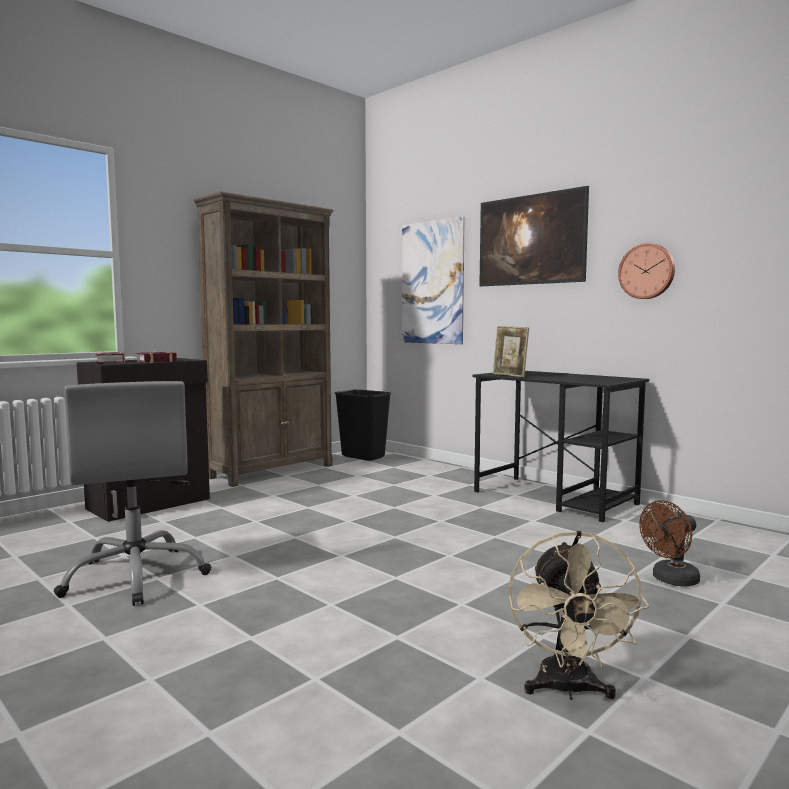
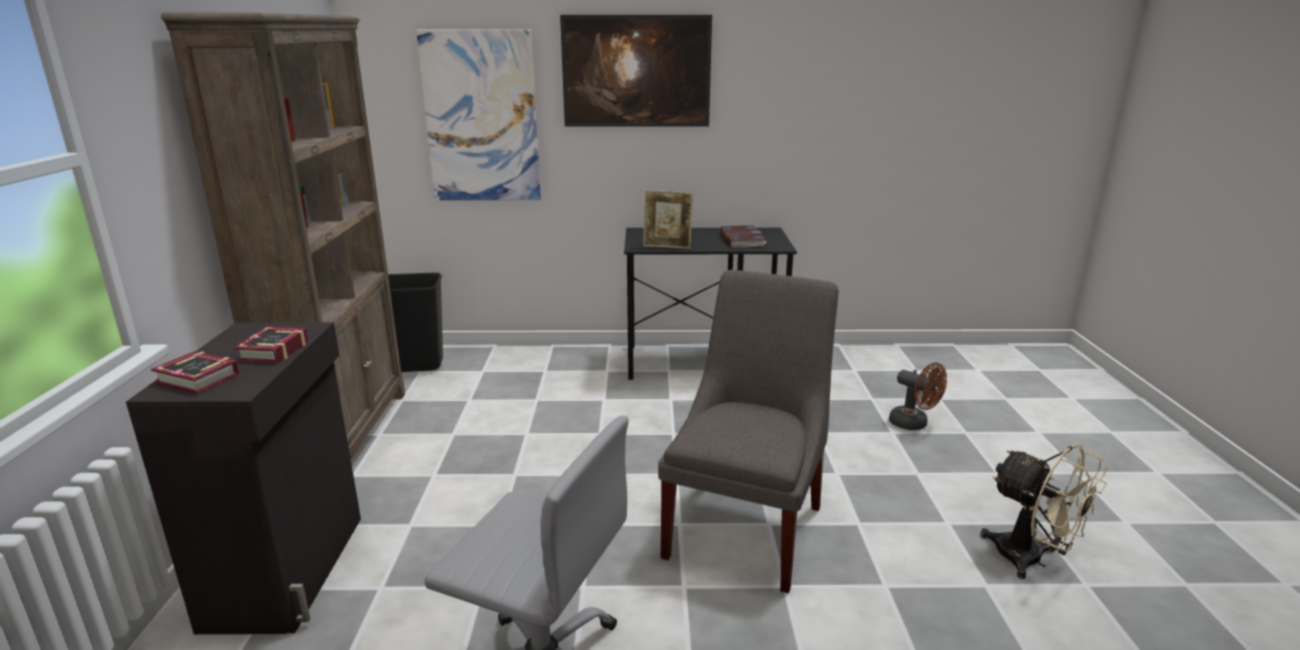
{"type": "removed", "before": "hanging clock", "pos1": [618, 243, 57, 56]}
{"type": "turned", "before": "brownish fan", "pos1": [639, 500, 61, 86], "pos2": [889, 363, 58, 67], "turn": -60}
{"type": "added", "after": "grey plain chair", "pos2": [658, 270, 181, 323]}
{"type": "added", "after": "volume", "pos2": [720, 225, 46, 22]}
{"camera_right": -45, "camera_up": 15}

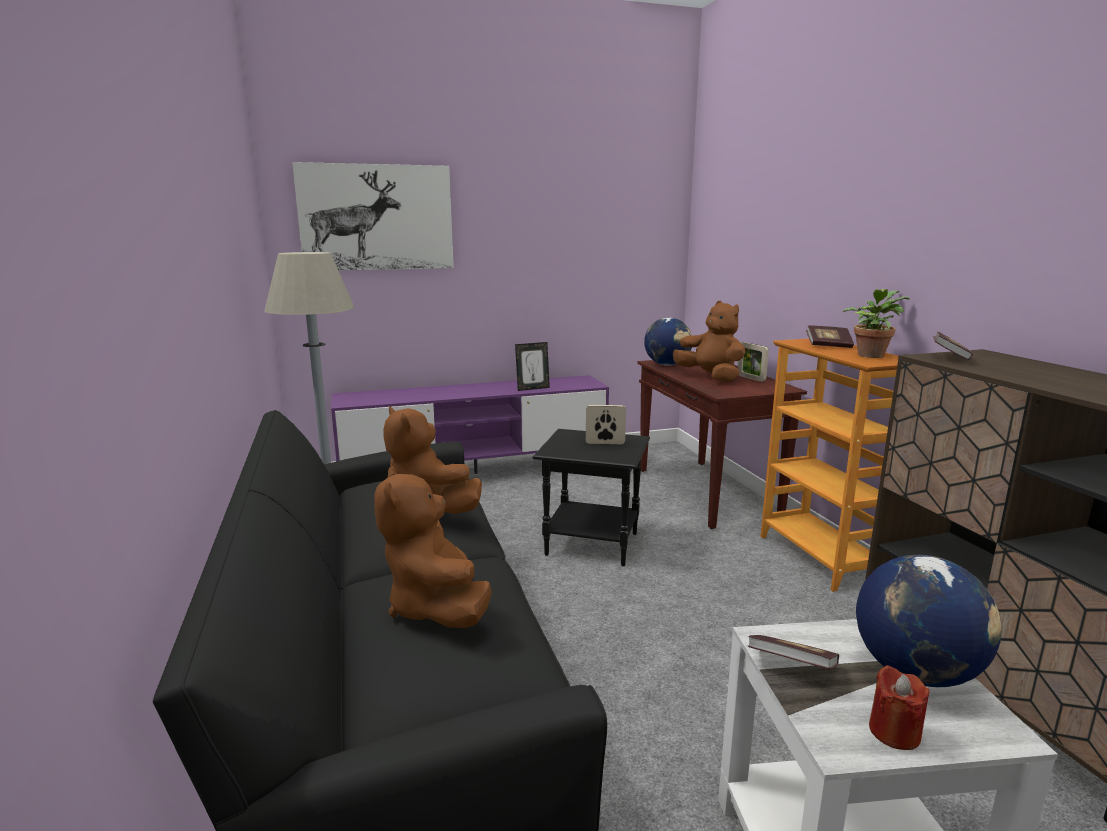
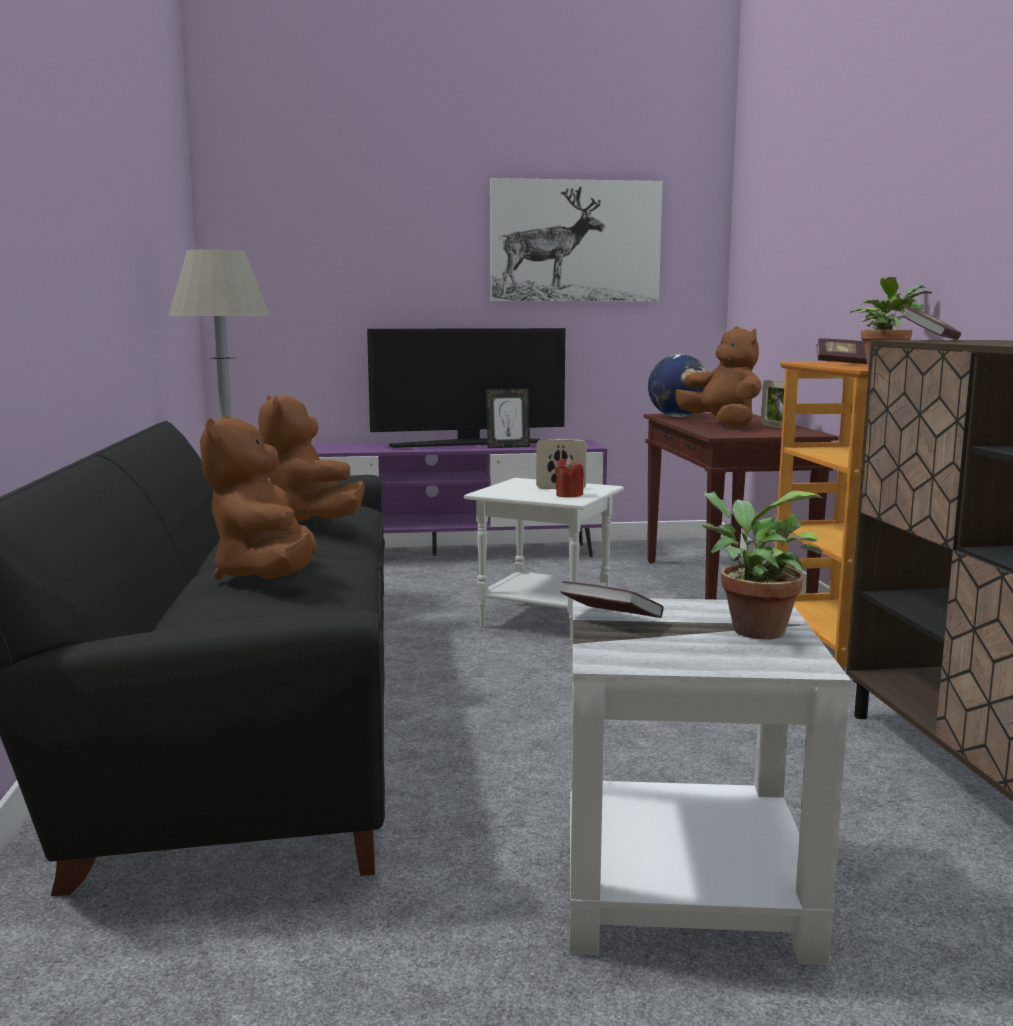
{"type": "moved", "before": "picture", "pos1": [292, 162, 162, 109], "pos2": [490, 178, 173, 124]}
{"type": "recoloured", "before": "black accent table", "after": "white-coloured accent table", "pos1": [533, 429, 117, 137], "pos2": [464, 478, 160, 163]}
{"type": "replaced", "before": "desk globe", "after": "houseplant", "pos1": [856, 555, 145, 132], "pos2": [702, 490, 122, 149]}
{"type": "moved", "before": "red wax light", "pos1": [869, 665, 61, 85], "pos2": [555, 457, 29, 41]}
{"type": "added", "after": "television", "pos2": [367, 328, 198, 120]}
{"camera_right": 10, "camera_up": -5}

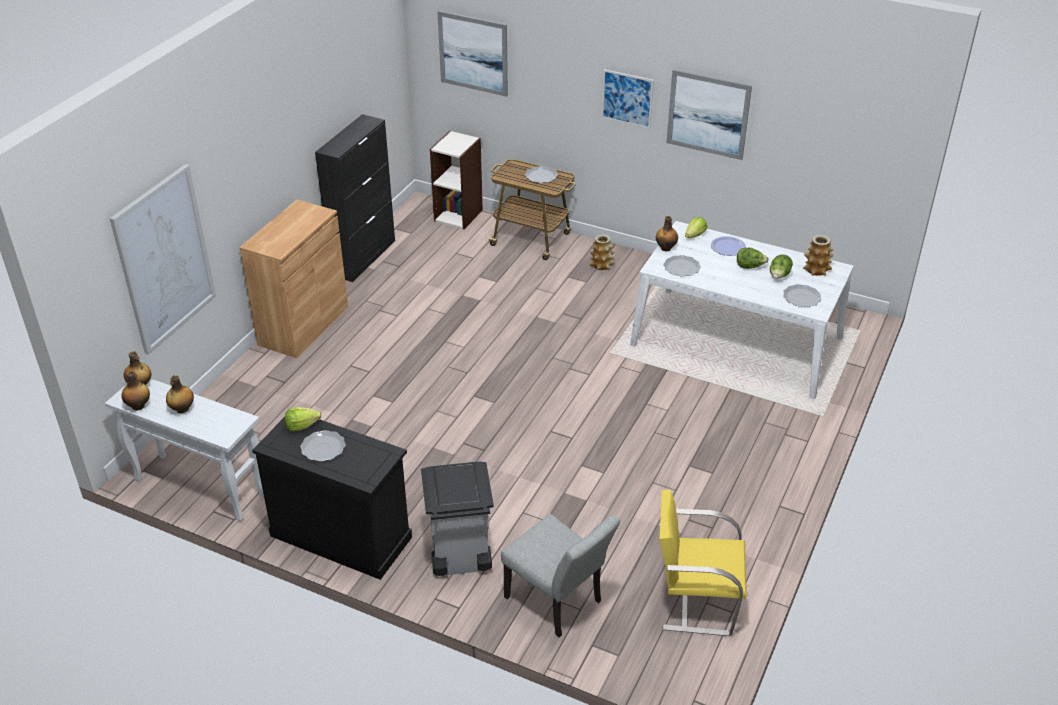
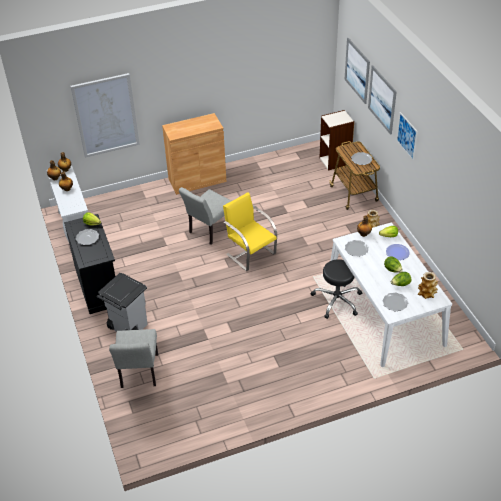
{"type": "removed", "before": "black cupboard", "pos1": [315, 114, 80, 168]}
{"type": "moved", "before": "yellow-coloured plain chair", "pos1": [659, 490, 88, 146], "pos2": [223, 192, 54, 79]}
{"type": "moved", "before": "picture", "pos1": [667, 69, 85, 91], "pos2": [368, 65, 29, 70]}
{"type": "added", "after": "grey plain chair", "pos2": [179, 187, 52, 58]}
{"type": "added", "after": "black stool seat", "pos2": [311, 259, 51, 60]}
{"camera_right": 45, "camera_up": 5}

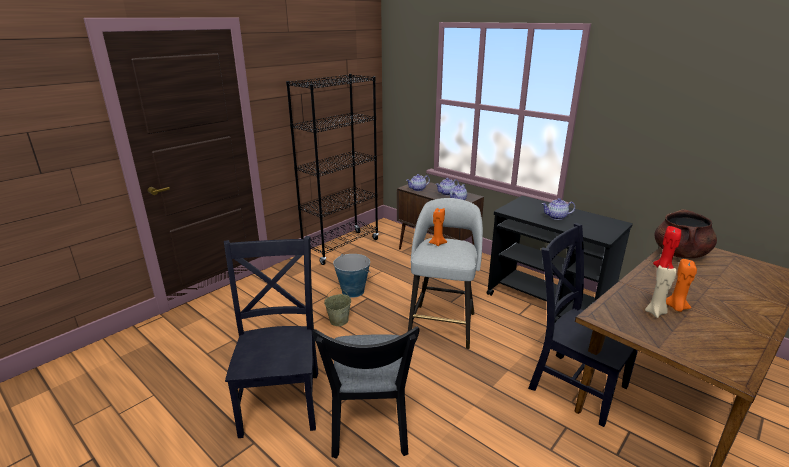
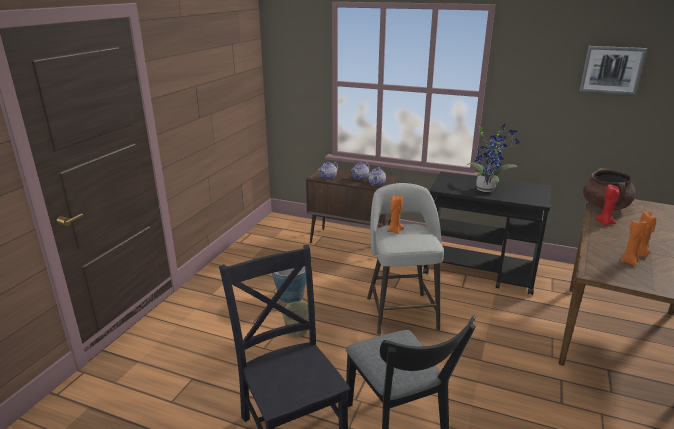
{"type": "removed", "before": "black bookcase", "pos1": [286, 74, 93, 191]}
{"type": "removed", "before": "black plain chair", "pos1": [528, 223, 110, 204]}
{"type": "replaced", "before": "teapot", "after": "houseplant", "pos1": [542, 198, 33, 22], "pos2": [467, 124, 53, 68]}
{"type": "recoloured", "before": "sand-coloured wax light", "after": "orangey wax light", "pos1": [645, 265, 31, 53], "pos2": [621, 219, 26, 47]}
{"type": "added", "after": "picture", "pos2": [579, 46, 68, 49]}
{"camera_right": -20, "camera_up": 0}

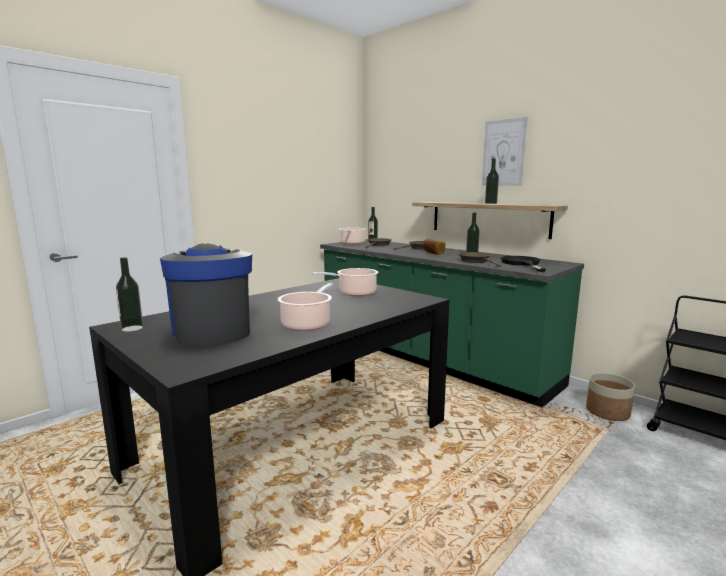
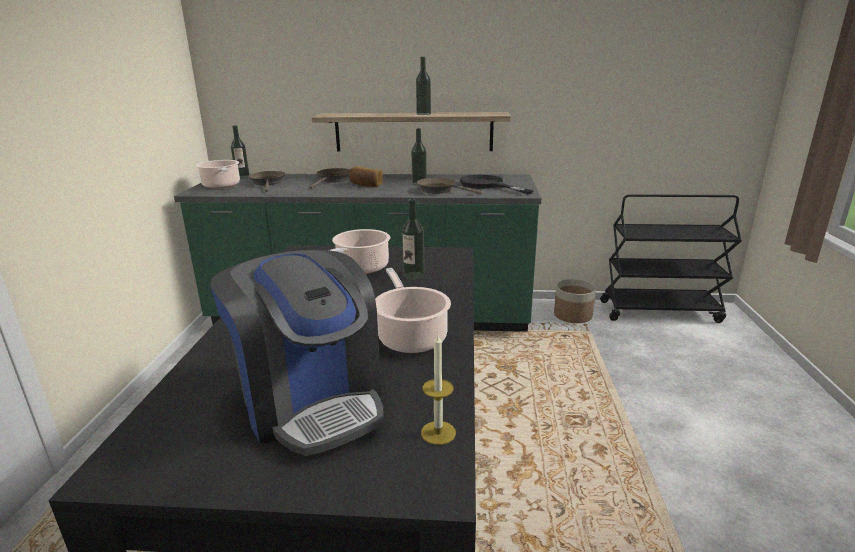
{"type": "moved", "before": "bottle", "pos1": [116, 257, 27, 75], "pos2": [402, 199, 23, 81]}
{"type": "turned", "before": "coffee maker", "pos1": [160, 244, 92, 103], "pos2": [210, 250, 174, 206], "turn": -150}
{"type": "removed", "before": "picture", "pos1": [482, 117, 46, 69]}
{"type": "added", "after": "wax light", "pos2": [421, 332, 35, 113]}
{"camera_right": -40, "camera_up": 10}

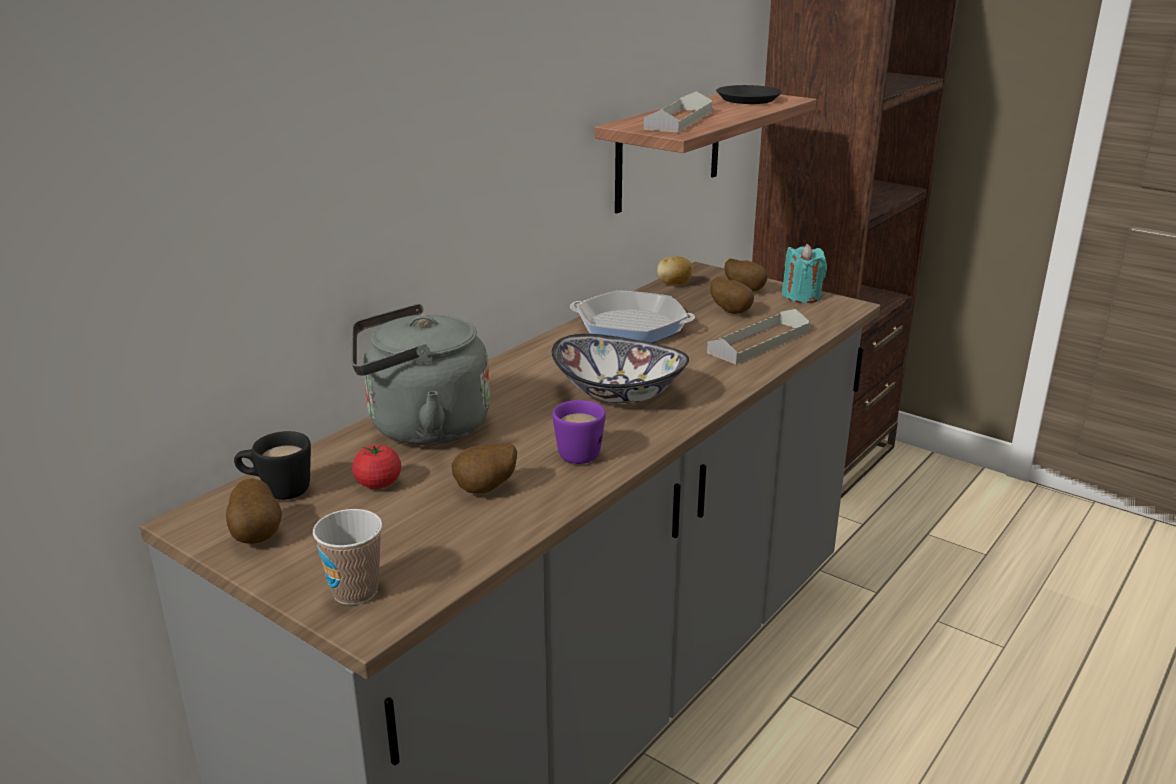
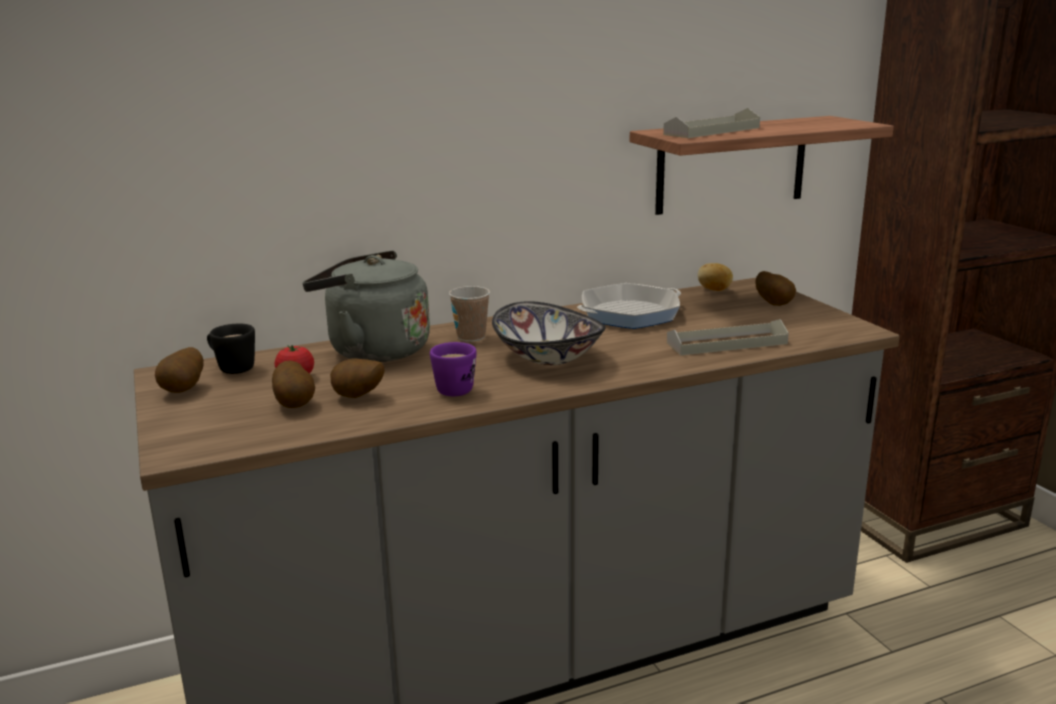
{"type": "moved", "before": "drinking cup", "pos1": [313, 509, 69, 96], "pos2": [449, 286, 41, 56]}
{"type": "turned", "before": "pan", "pos1": [570, 290, 125, 53], "pos2": [577, 283, 104, 46], "turn": 105}
{"type": "moved", "before": "whole potato", "pos1": [710, 277, 44, 37], "pos2": [272, 360, 43, 48]}
{"type": "removed", "before": "black flat dish", "pos1": [716, 85, 66, 19]}
{"type": "removed", "before": "blue-green wax light", "pos1": [782, 244, 45, 59]}
{"camera_right": 30, "camera_up": -5}

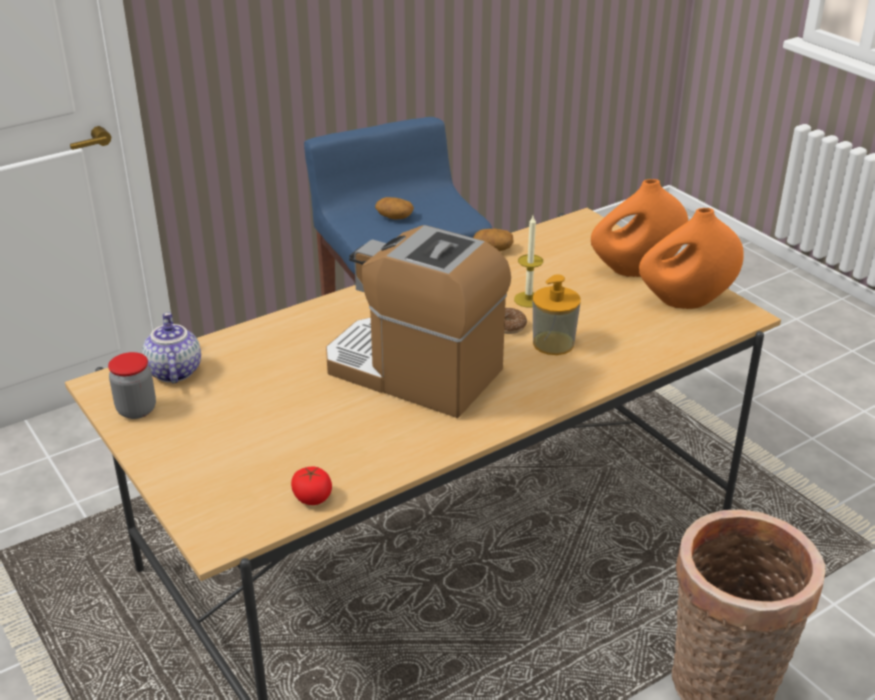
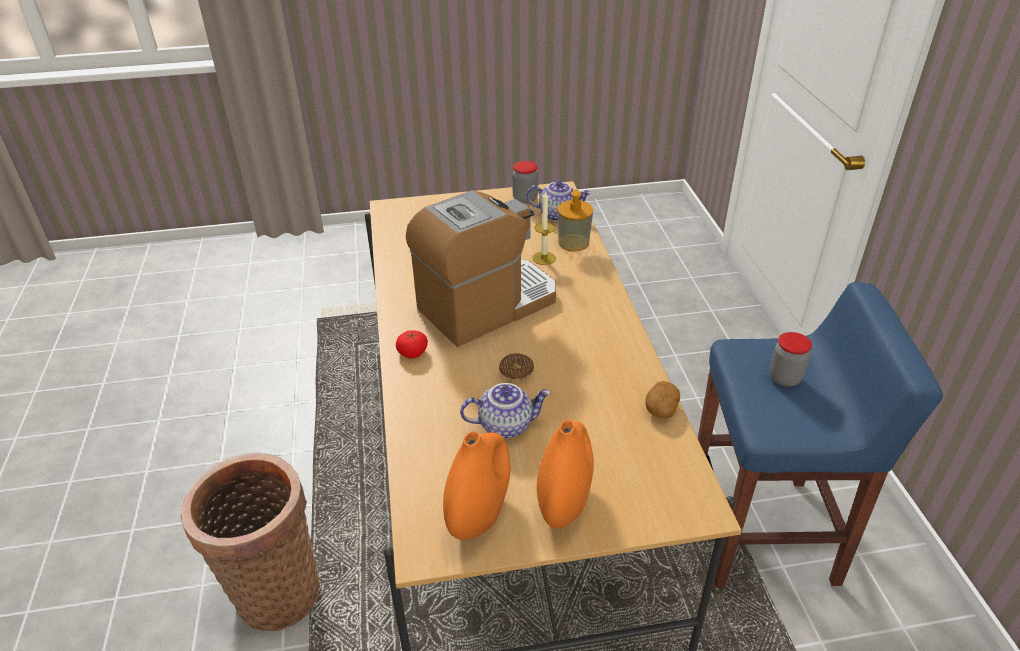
{"type": "moved", "before": "fresh tomato", "pos1": [291, 466, 41, 39], "pos2": [396, 330, 32, 28]}
{"type": "replaced", "before": "whole potato", "after": "storage jar", "pos1": [375, 197, 39, 22], "pos2": [769, 332, 43, 55]}
{"type": "moved", "before": "wax light", "pos1": [514, 216, 29, 92], "pos2": [533, 191, 23, 74]}
{"type": "moved", "before": "liquid soap bottle", "pos1": [533, 274, 48, 81], "pos2": [557, 190, 36, 62]}
{"type": "added", "after": "teapot", "pos2": [460, 383, 91, 55]}
{"camera_right": 115, "camera_up": 5}

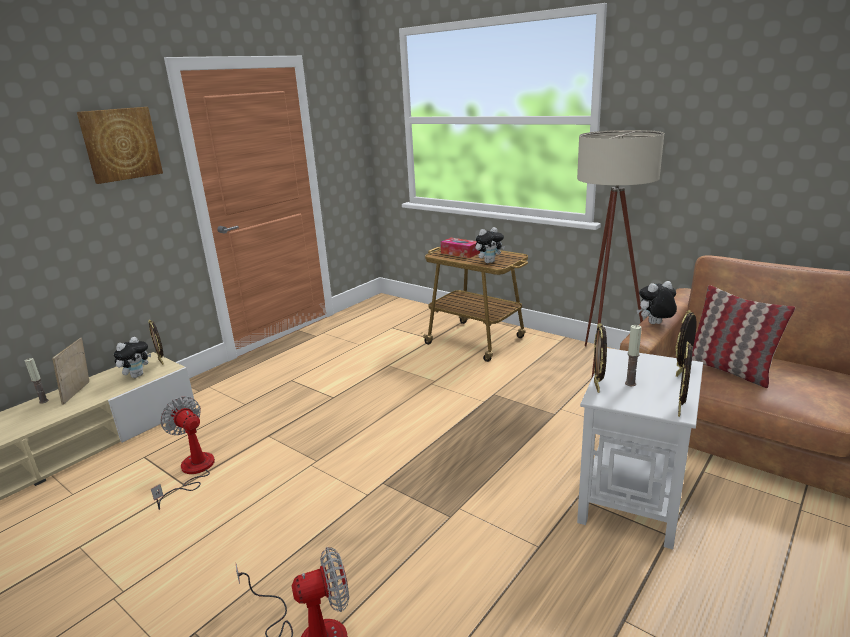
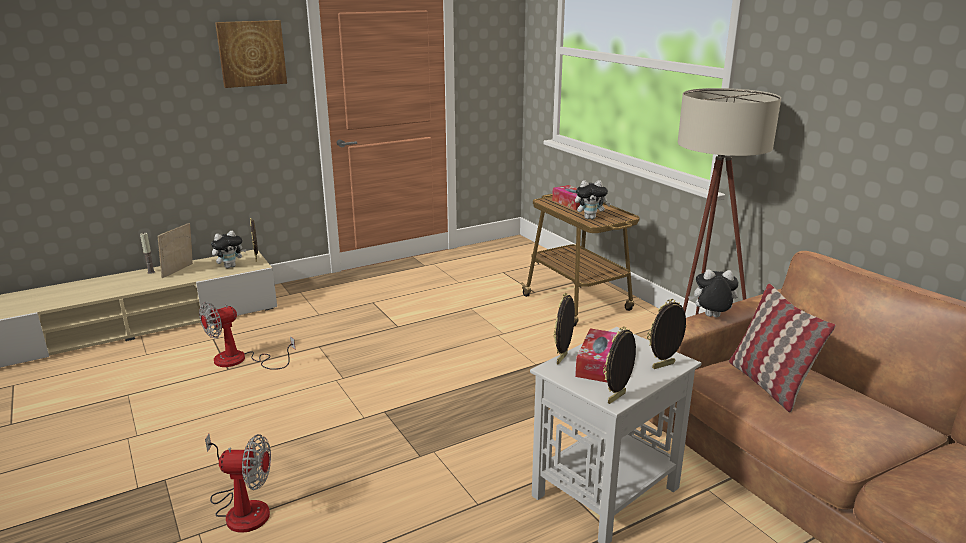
{"type": "turned", "before": "fan", "pos1": [151, 396, 64, 114], "pos2": [199, 302, 96, 68], "turn": -105}
{"type": "replaced", "before": "wax light", "after": "tissue box", "pos1": [625, 325, 17, 61], "pos2": [575, 328, 42, 54]}
{"camera_right": 20, "camera_up": 0}

